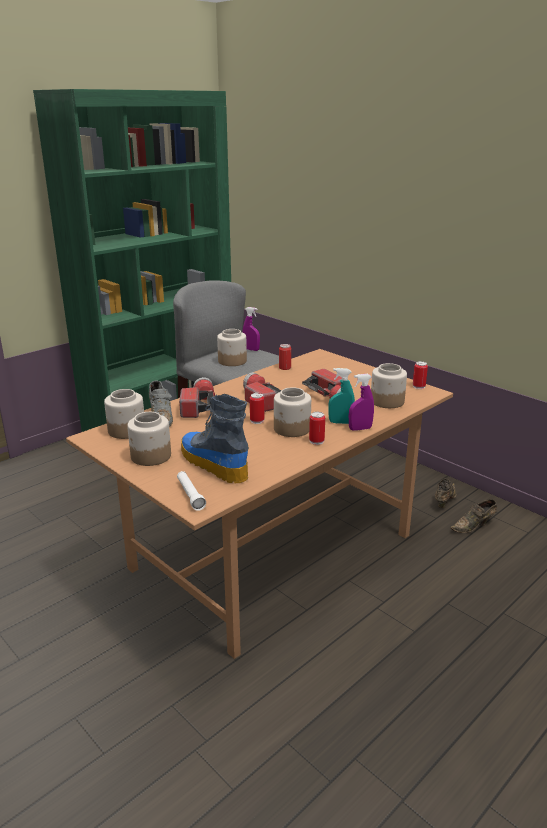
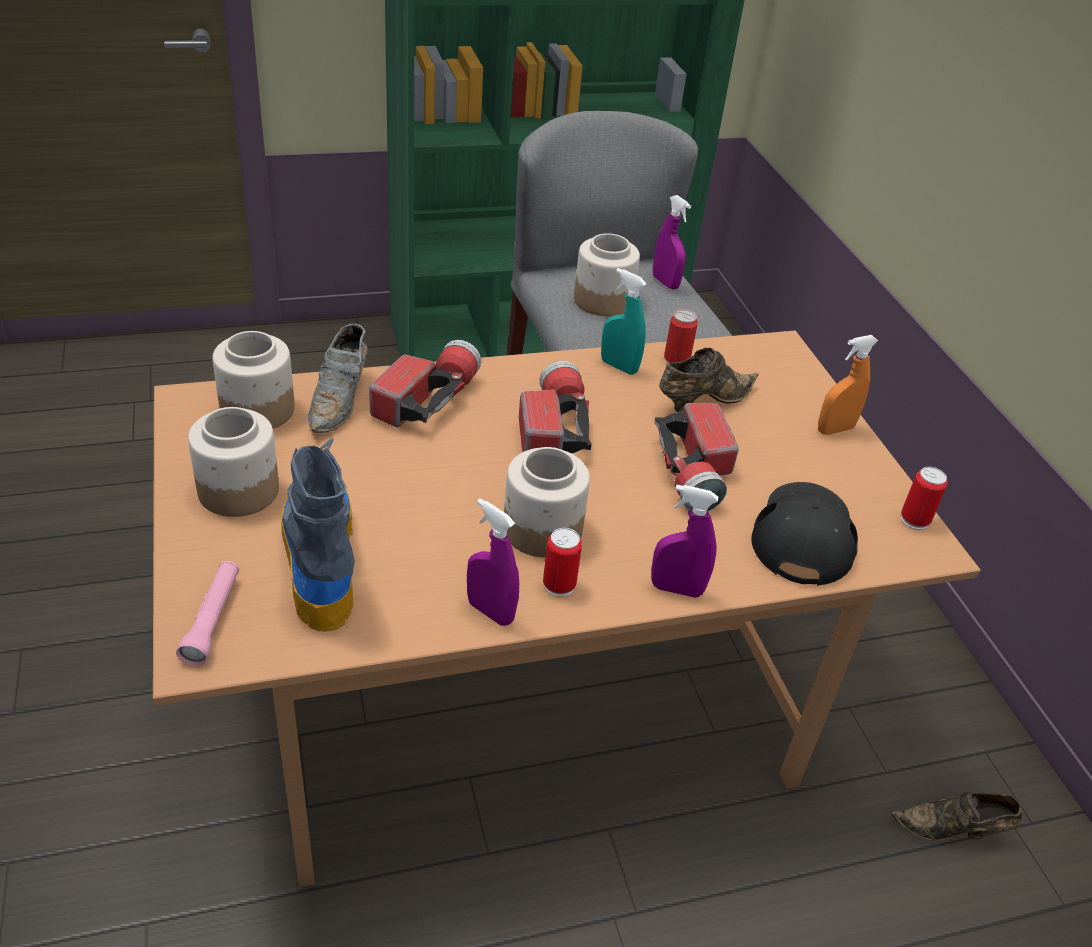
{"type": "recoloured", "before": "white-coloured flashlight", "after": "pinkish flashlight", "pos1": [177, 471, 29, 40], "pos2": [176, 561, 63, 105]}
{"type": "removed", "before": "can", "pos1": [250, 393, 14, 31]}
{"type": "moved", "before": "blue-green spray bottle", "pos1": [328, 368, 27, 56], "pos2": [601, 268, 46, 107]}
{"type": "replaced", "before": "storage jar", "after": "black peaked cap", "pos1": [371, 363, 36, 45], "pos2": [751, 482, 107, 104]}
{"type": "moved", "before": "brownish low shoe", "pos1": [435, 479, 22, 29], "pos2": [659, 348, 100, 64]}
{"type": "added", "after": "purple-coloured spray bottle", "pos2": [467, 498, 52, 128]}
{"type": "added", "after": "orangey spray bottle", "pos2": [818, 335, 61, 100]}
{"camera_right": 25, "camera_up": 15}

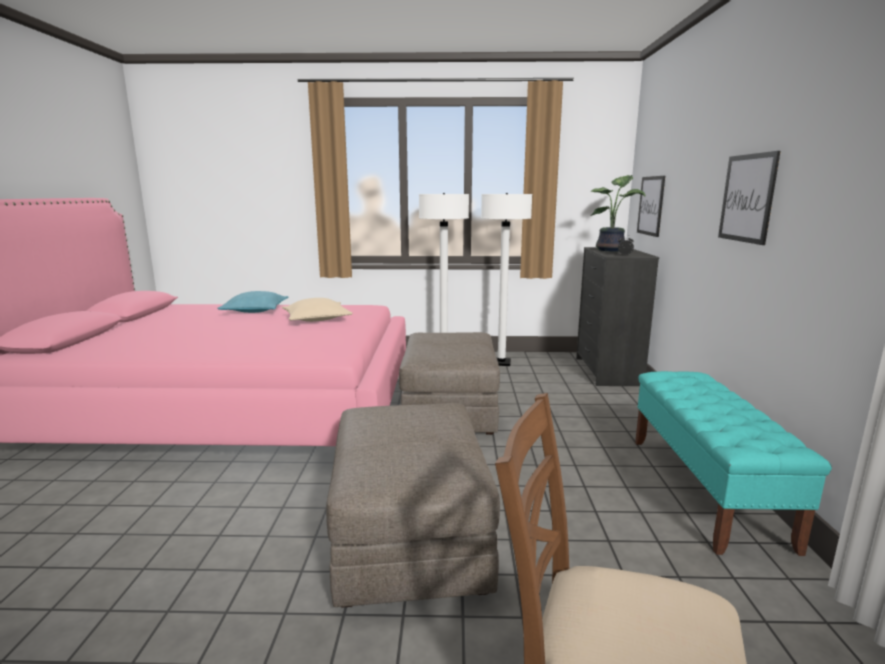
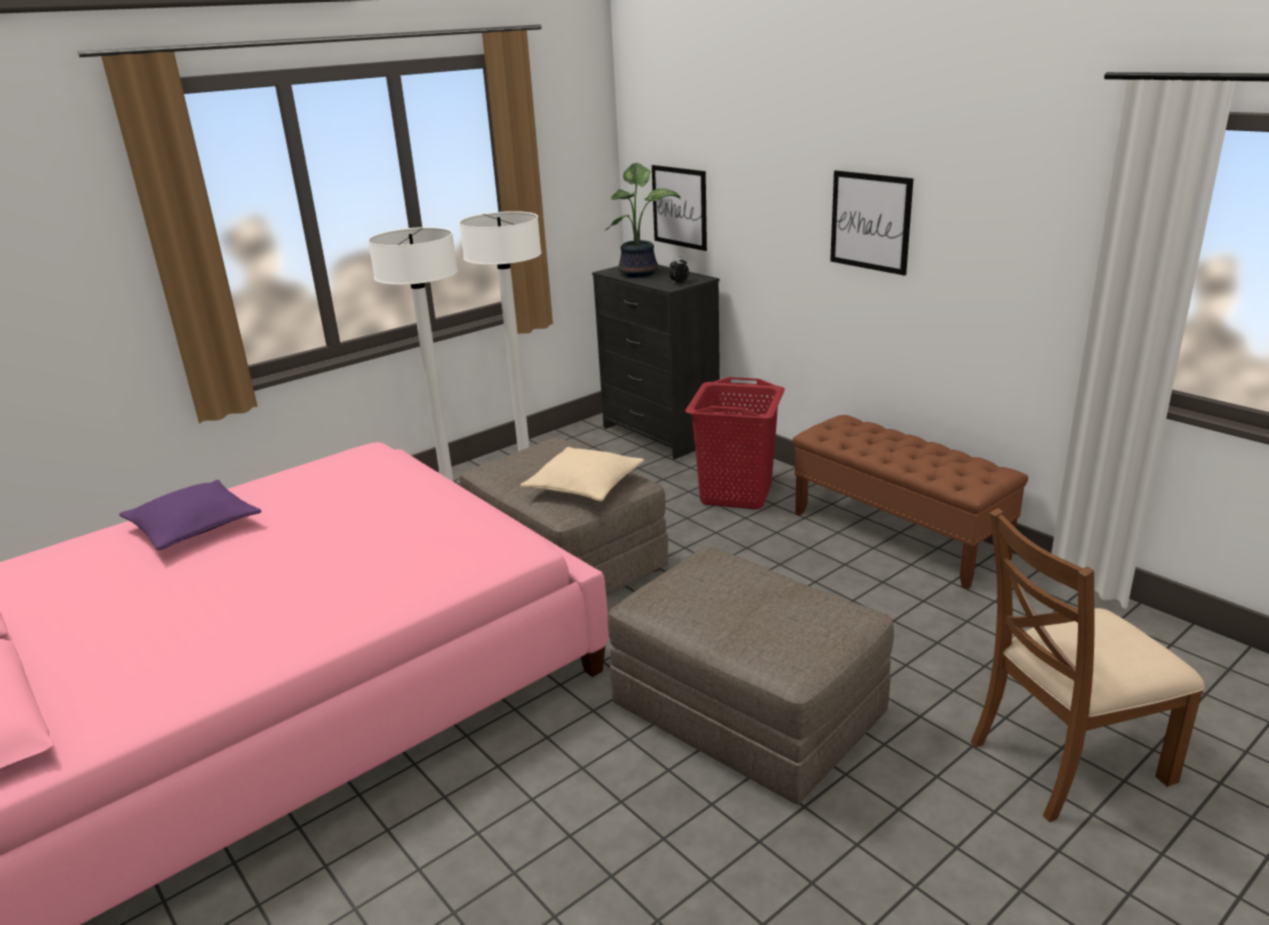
{"type": "recoloured", "before": "blue-green pillow", "after": "purple-coloured pillow", "pos1": [217, 291, 72, 22], "pos2": [119, 480, 143, 70]}
{"type": "moved", "before": "sand-coloured pillow", "pos1": [282, 298, 70, 24], "pos2": [520, 447, 124, 54]}
{"type": "recoloured", "before": "blue-green long seat", "after": "brownish long seat", "pos1": [635, 371, 197, 185], "pos2": [793, 415, 235, 174]}
{"type": "added", "after": "red washing basket", "pos2": [685, 377, 100, 132]}
{"camera_right": -40, "camera_up": 10}

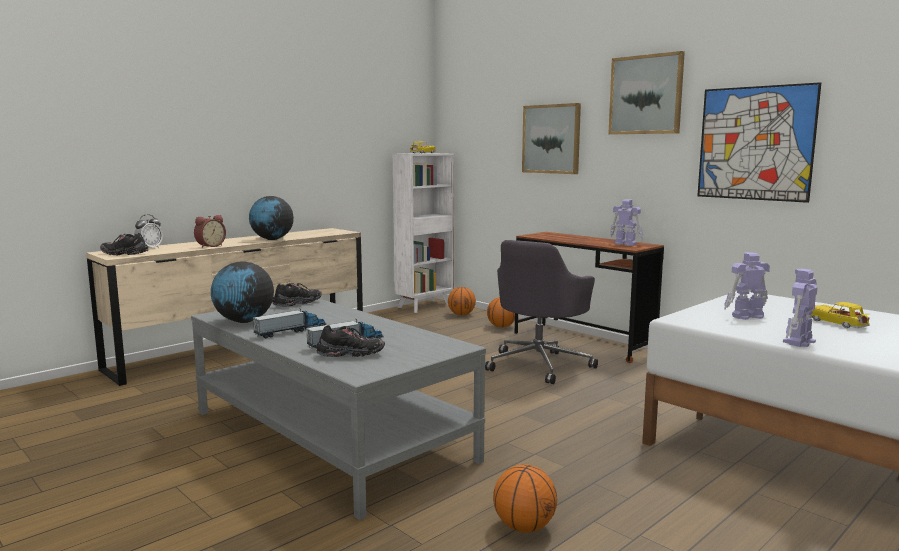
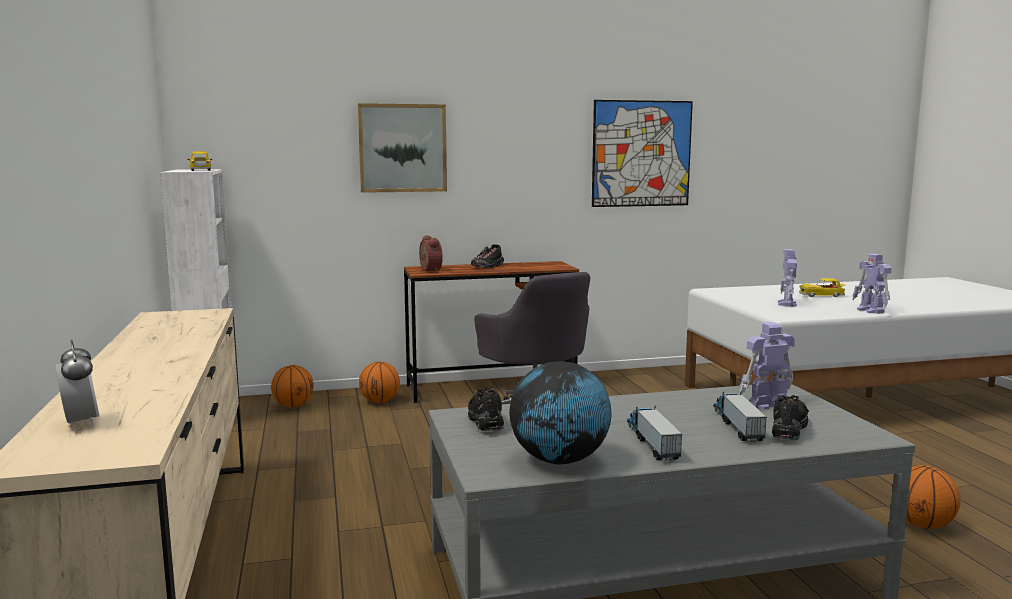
{"type": "moved", "before": "black low shoe", "pos1": [100, 233, 48, 22], "pos2": [471, 244, 33, 25]}
{"type": "moved", "before": "table clock", "pos1": [194, 215, 32, 33], "pos2": [419, 235, 24, 37]}
{"type": "removed", "before": "desk globe", "pos1": [249, 196, 45, 44]}
{"type": "removed", "before": "picture", "pos1": [608, 51, 77, 83]}
{"type": "moved", "before": "model robot", "pos1": [610, 199, 33, 47], "pos2": [738, 322, 57, 88]}
{"camera_right": -60, "camera_up": 0}

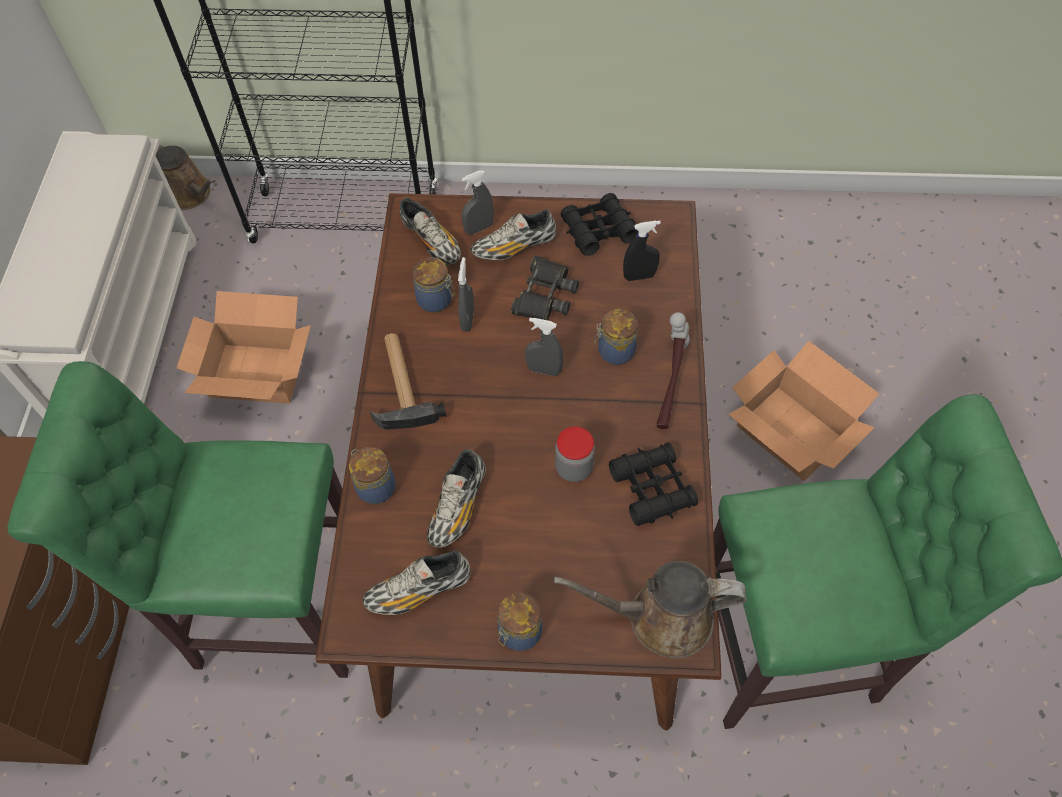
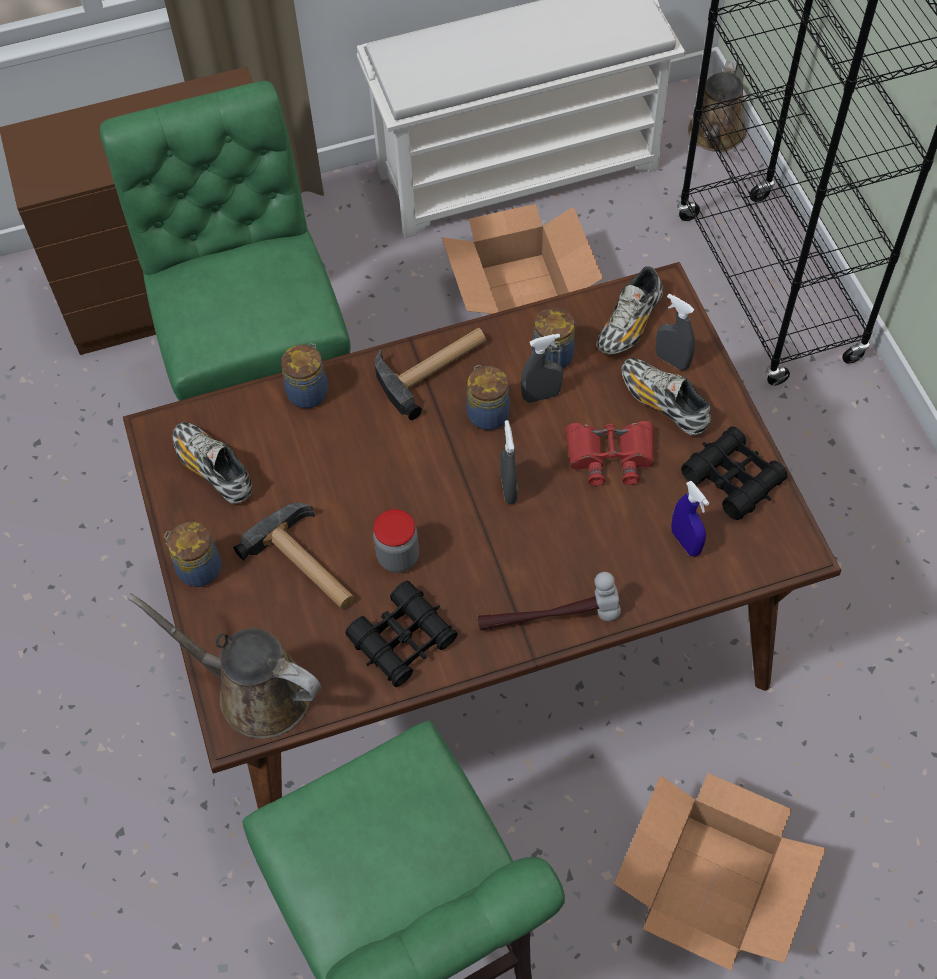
{"type": "removed", "before": "low shoe", "pos1": [427, 449, 59, 99]}
{"type": "recoloured", "before": "black binoculars", "after": "red binoculars", "pos1": [511, 255, 68, 65], "pos2": [565, 421, 89, 65]}
{"type": "turned", "before": "brownish sprinkling can", "pos1": [553, 561, 194, 98], "pos2": [128, 594, 193, 145], "turn": -45}
{"type": "moved", "before": "storage jar", "pos1": [595, 309, 43, 56], "pos2": [466, 365, 44, 65]}
{"type": "recoloured", "before": "black spray bottle", "after": "blue-coloured spray bottle", "pos1": [623, 221, 38, 60], "pos2": [671, 481, 38, 76]}
{"type": "added", "after": "tool hammer", "pos2": [233, 502, 121, 107]}
{"camera_right": 70, "camera_up": 0}

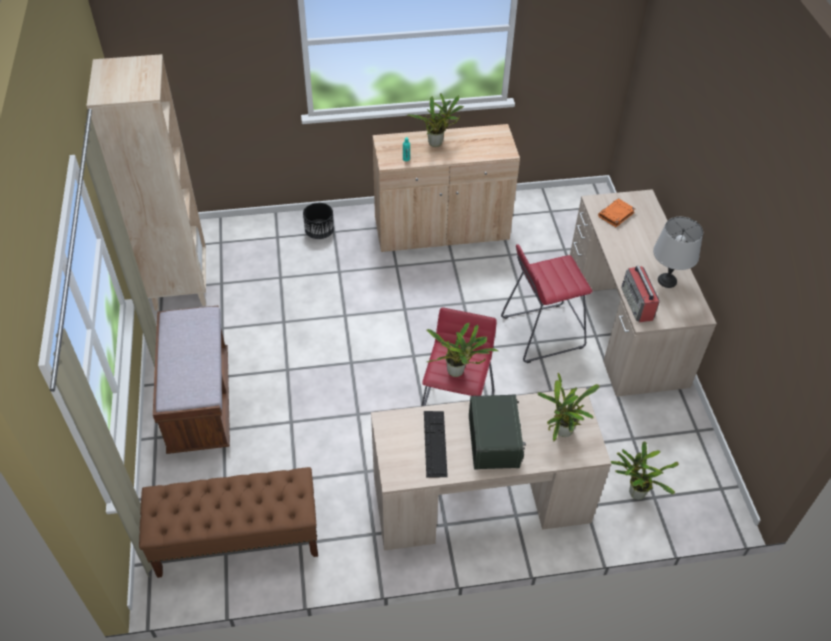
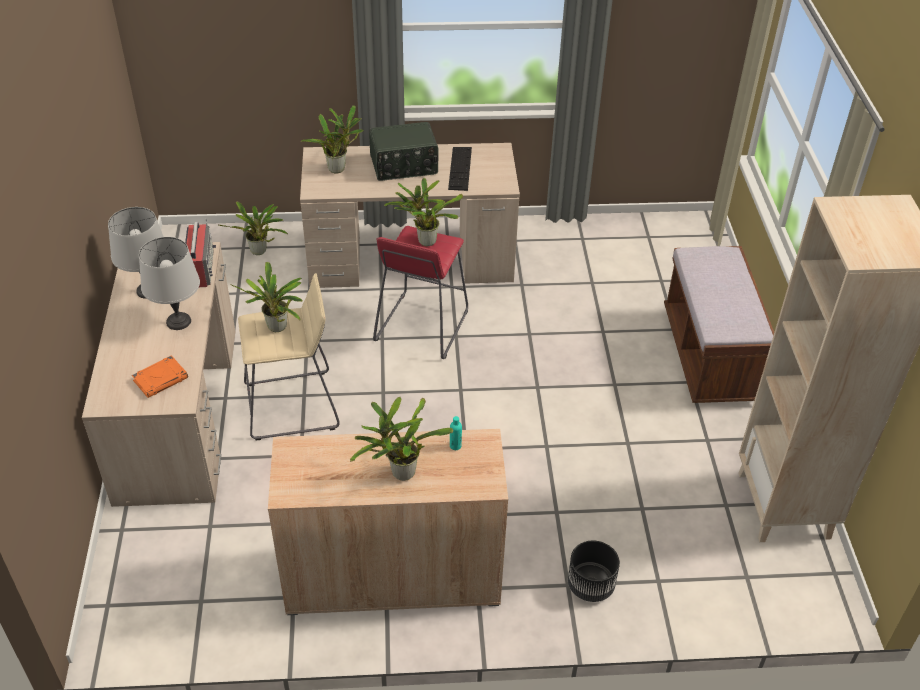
{"type": "removed", "before": "brownish long seat", "pos1": [139, 467, 179, 111]}
{"type": "turned", "before": "radio", "pos1": [469, 394, 57, 75], "pos2": [369, 122, 69, 59], "turn": -105}
{"type": "recoloured", "before": "red stool seat", "after": "sand-coloured stool seat", "pos1": [501, 244, 92, 119], "pos2": [238, 273, 102, 167]}
{"type": "added", "after": "grey lamp for a table", "pos2": [139, 237, 61, 93]}
{"type": "added", "after": "houseplant", "pos2": [231, 262, 72, 70]}
{"camera_right": -175, "camera_up": -5}

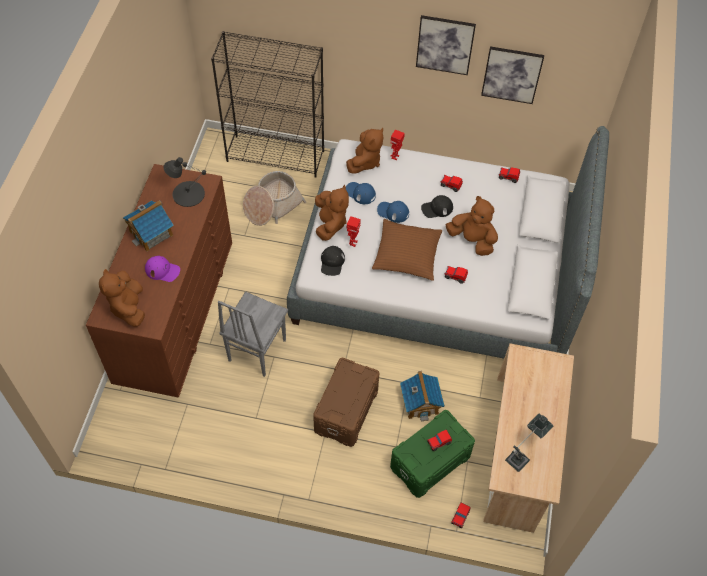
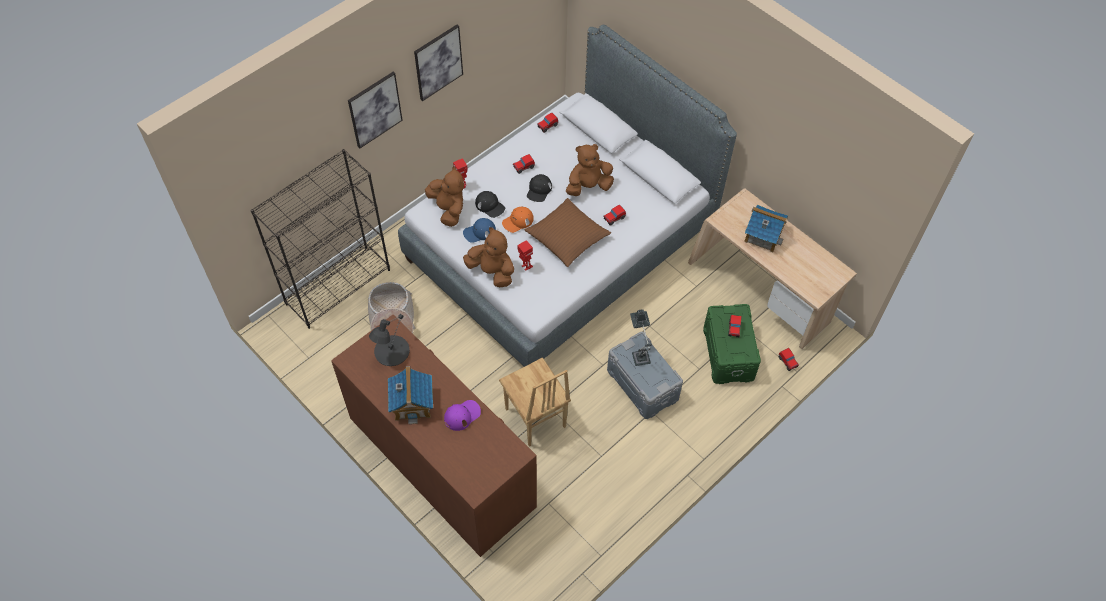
{"type": "removed", "before": "brownish cuddly toy", "pos1": [99, 269, 46, 58]}
{"type": "recoloured", "before": "grey plain chair", "after": "brownish plain chair", "pos1": [218, 292, 70, 85], "pos2": [499, 357, 72, 90]}
{"type": "recoloured", "before": "brownish storage container", "after": "grey storage container", "pos1": [313, 358, 66, 89], "pos2": [607, 332, 76, 87]}
{"type": "moved", "before": "black peaked cap", "pos1": [321, 246, 24, 30], "pos2": [475, 191, 30, 27]}
{"type": "recoloured", "before": "blue-coloured peaked cap", "after": "orangey peaked cap", "pos1": [377, 201, 32, 22], "pos2": [502, 207, 31, 26]}
{"type": "moved", "before": "miniature house", "pos1": [400, 371, 45, 50], "pos2": [744, 205, 44, 47]}
{"type": "moved", "before": "picture", "pos1": [481, 46, 63, 58], "pos2": [348, 72, 55, 77]}
{"type": "moved", "before": "lamp for a table", "pos1": [505, 414, 49, 58], "pos2": [630, 309, 22, 57]}
{"camera_right": -55, "camera_up": 0}

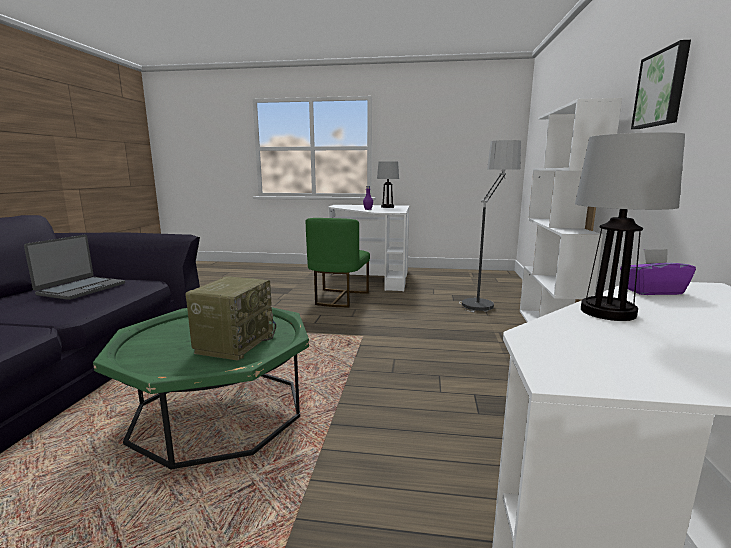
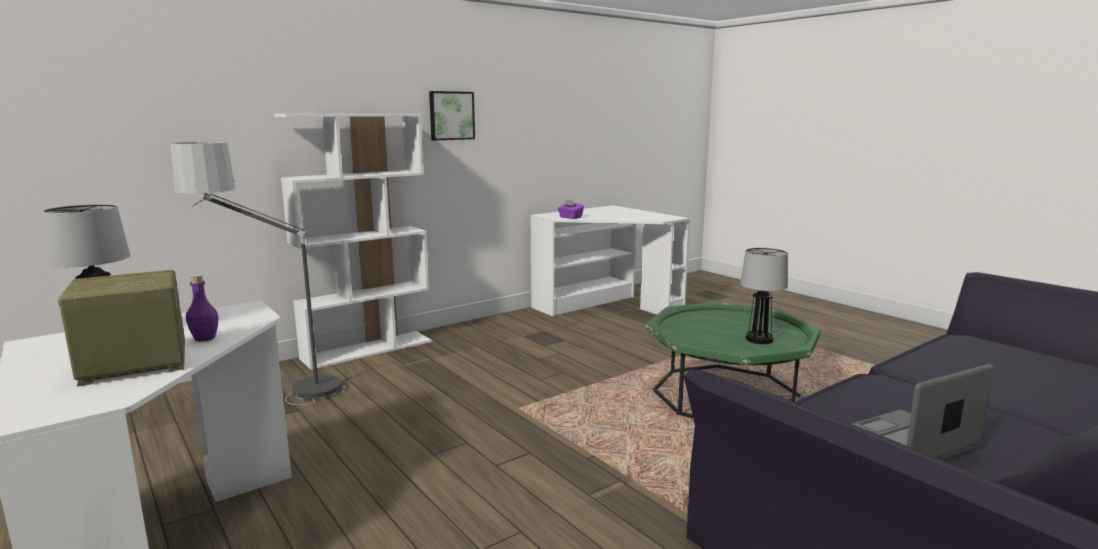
{"type": "moved", "before": "radio", "pos1": [185, 276, 91, 85], "pos2": [58, 270, 127, 116]}
{"type": "removed", "before": "green-coloured plain chair", "pos1": [306, 218, 64, 89]}
{"type": "moved", "before": "lamp for a table", "pos1": [575, 132, 110, 189], "pos2": [740, 248, 48, 96]}
{"camera_right": -135, "camera_up": 0}

